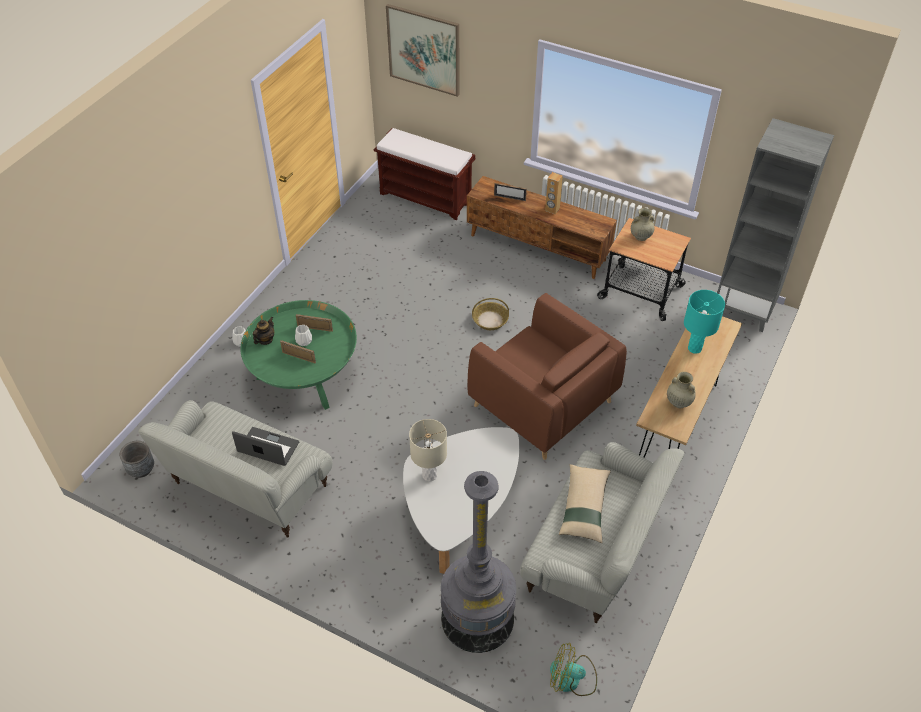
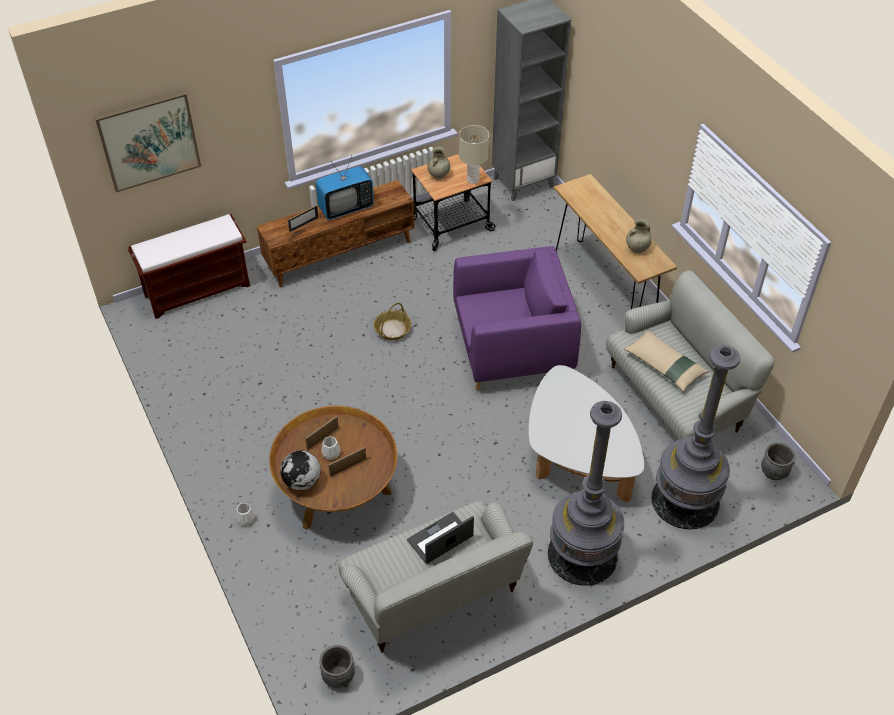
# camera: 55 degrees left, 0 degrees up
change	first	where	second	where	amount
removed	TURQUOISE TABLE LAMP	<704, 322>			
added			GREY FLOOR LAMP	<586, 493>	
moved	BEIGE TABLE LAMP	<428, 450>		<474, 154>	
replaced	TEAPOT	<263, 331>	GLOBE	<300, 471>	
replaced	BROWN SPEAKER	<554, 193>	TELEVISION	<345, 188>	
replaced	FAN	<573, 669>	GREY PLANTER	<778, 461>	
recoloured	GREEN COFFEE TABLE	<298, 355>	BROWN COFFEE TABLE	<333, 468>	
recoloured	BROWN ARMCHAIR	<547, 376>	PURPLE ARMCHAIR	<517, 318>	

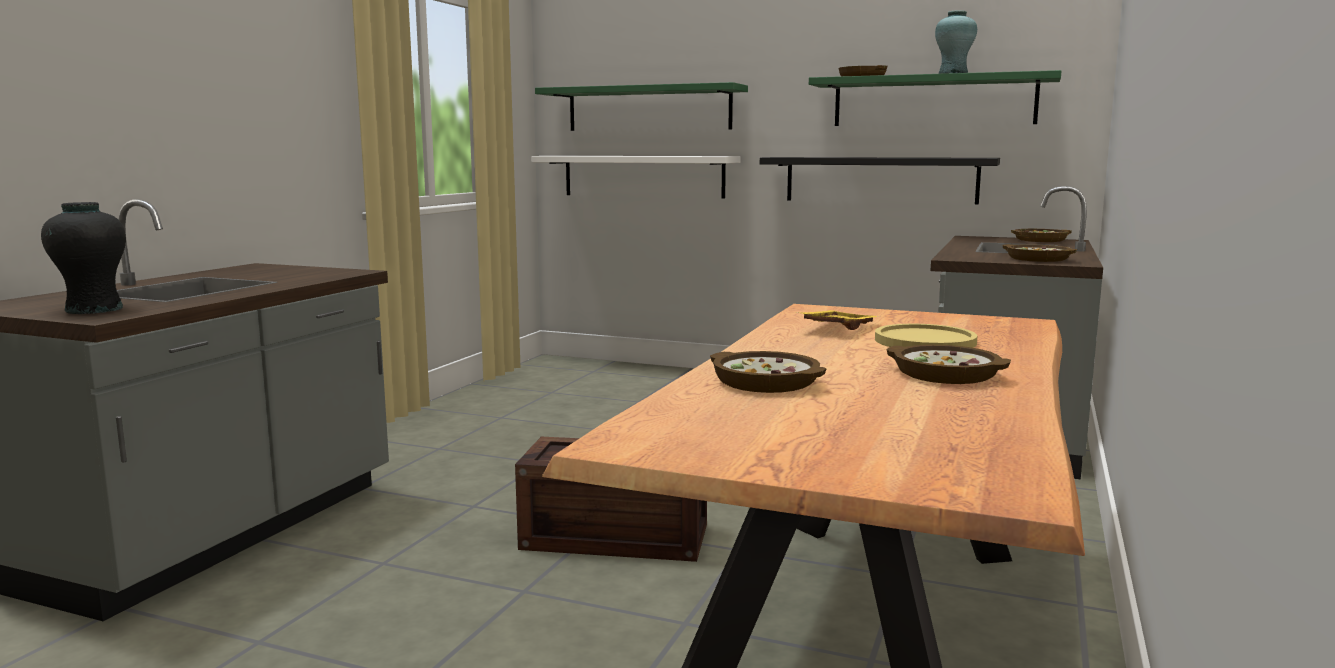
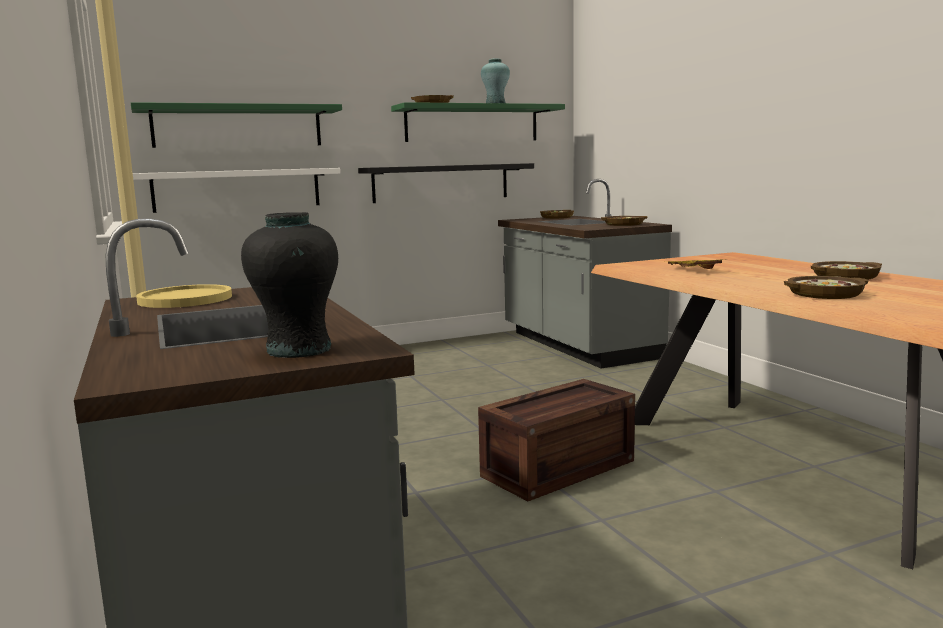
# camera: 45 degrees left, 0 degrees up
change	first	where	second	where	amount
moved	YELLOW PLATE	<926, 336>		<184, 296>	

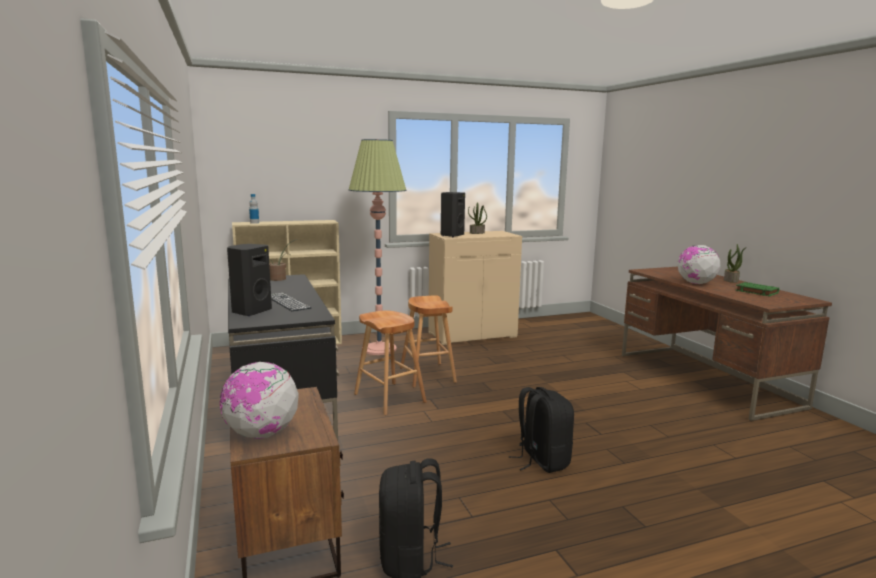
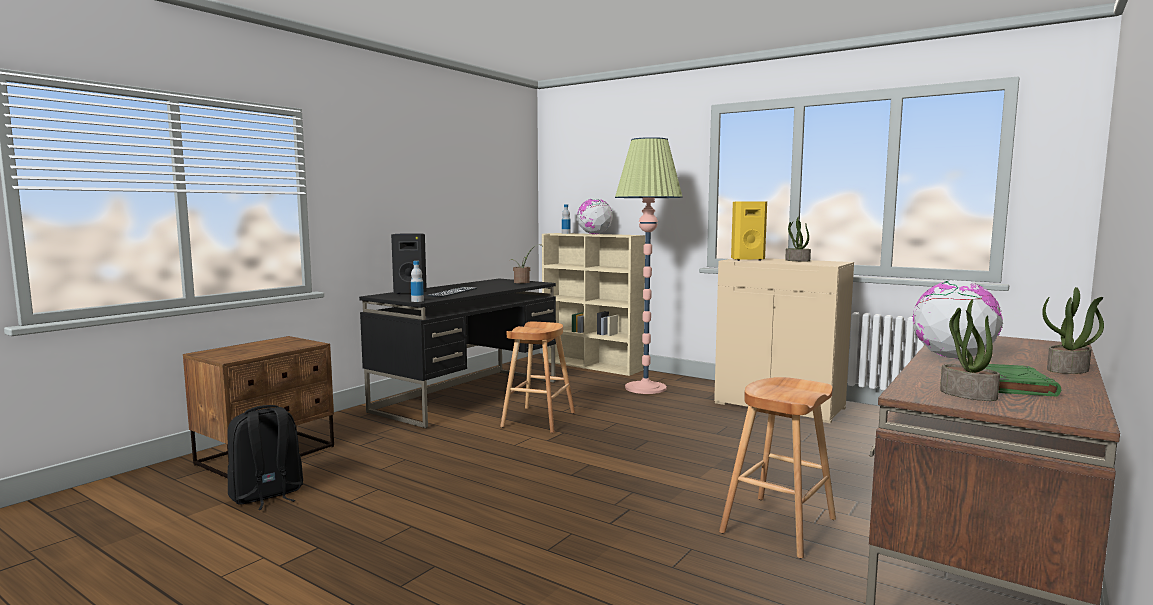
# camera: 55 degrees right, 5 degrees down
change	first	where	second	where	amount
removed	BLACK BACKPACK	<541, 430>			
added			BOTTLE	<417, 281>	
added			POTTED PLANT	<970, 350>	
moved	GLOBE	<259, 400>		<595, 216>	
moved	BROWN STOOL	<428, 341>		<777, 467>	
recoloured	BLACK SPEAKER	<453, 214>	YELLOW SPEAKER	<749, 231>	

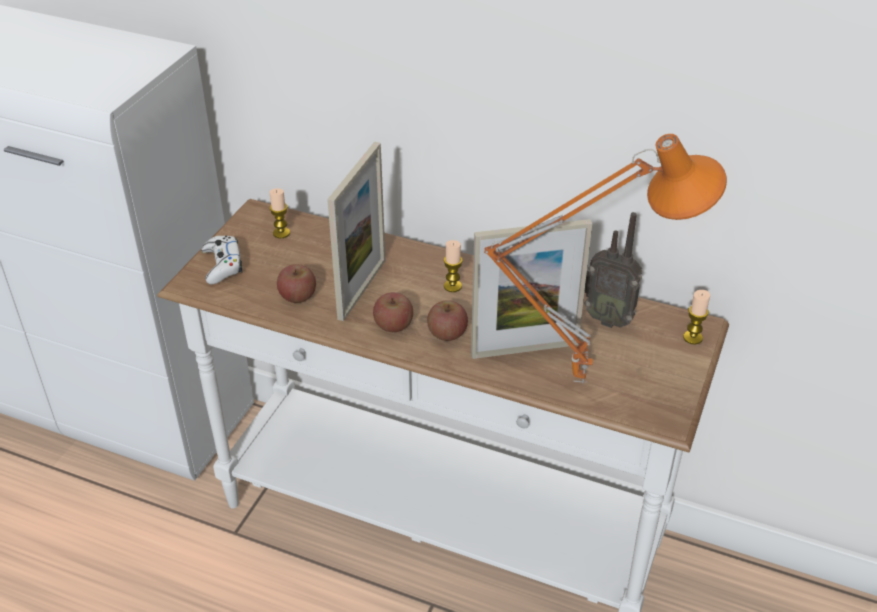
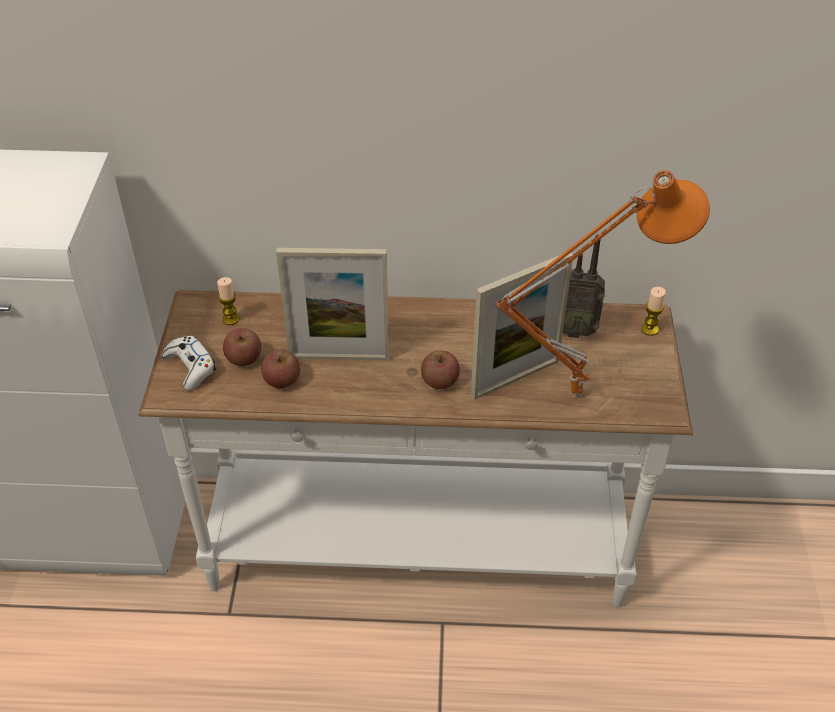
# camera: 20 degrees left, 5 degrees up
change	first	where	second	where	amount
removed	CANDLE	<453, 266>			
moved	APPLE	<393, 312>		<242, 347>	
turned	PICTURE FRAME	<356, 231>		<332, 304>	90 degrees clockwise

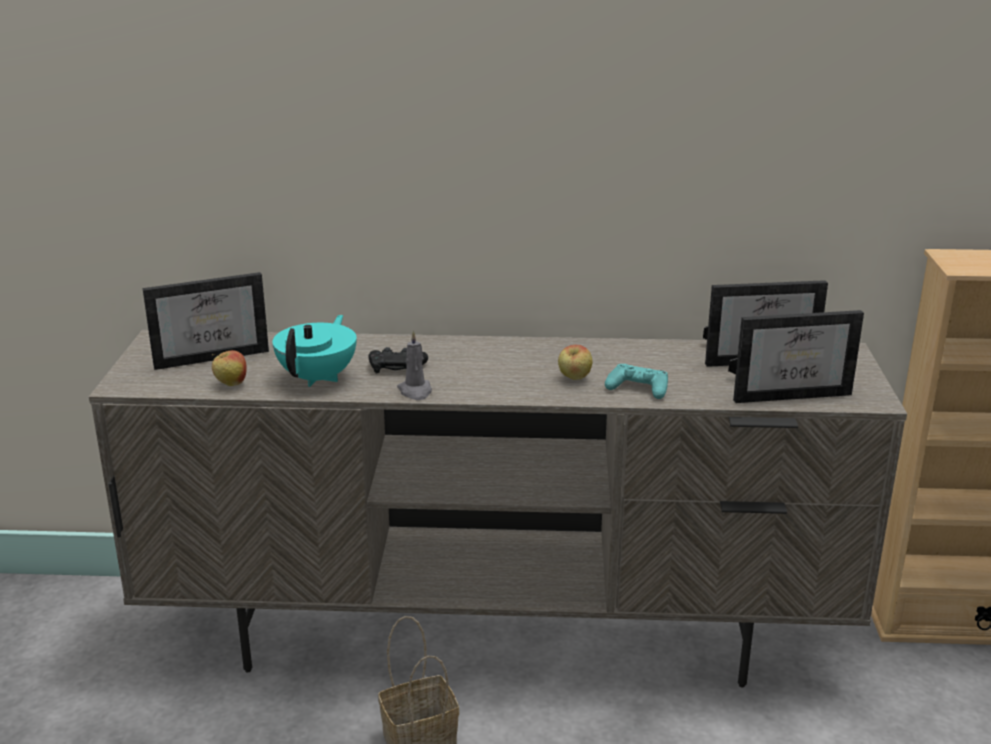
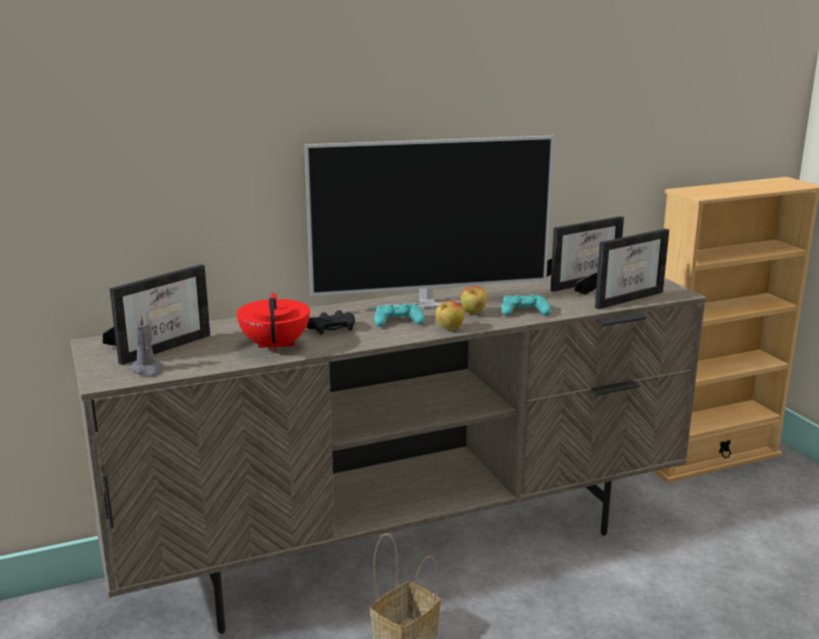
# camera: 25 degrees left, 5 degrees down
change	first	where	second	where	amount
added			TELEVISION	<429, 222>	
added			TURQUOISE GAME CONTROLLER	<399, 315>	
moved	APPLE	<229, 368>		<449, 315>	
moved	GREY CANDLE	<414, 365>		<146, 344>	
recoloured	TURQUOISE TEAPOT	<314, 351>	RED TEAPOT	<273, 323>	

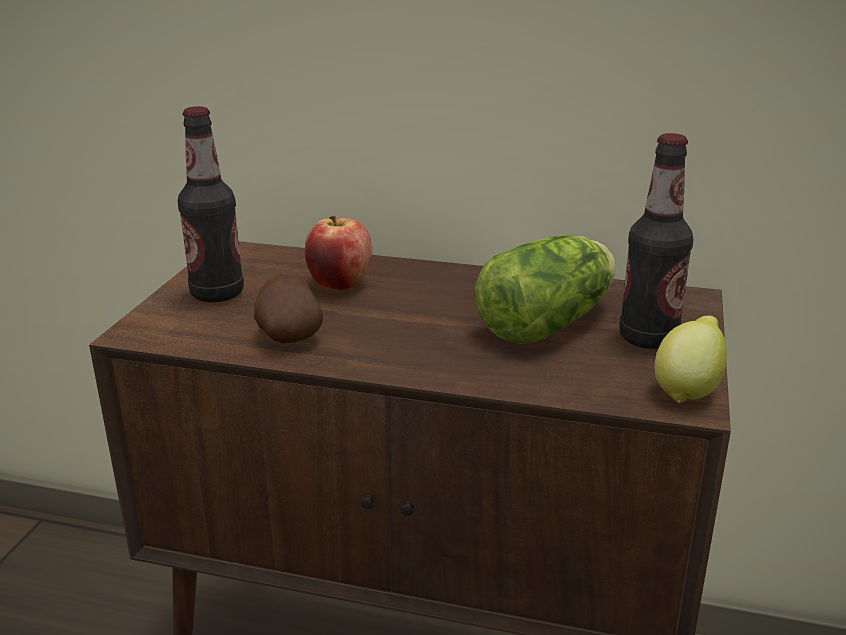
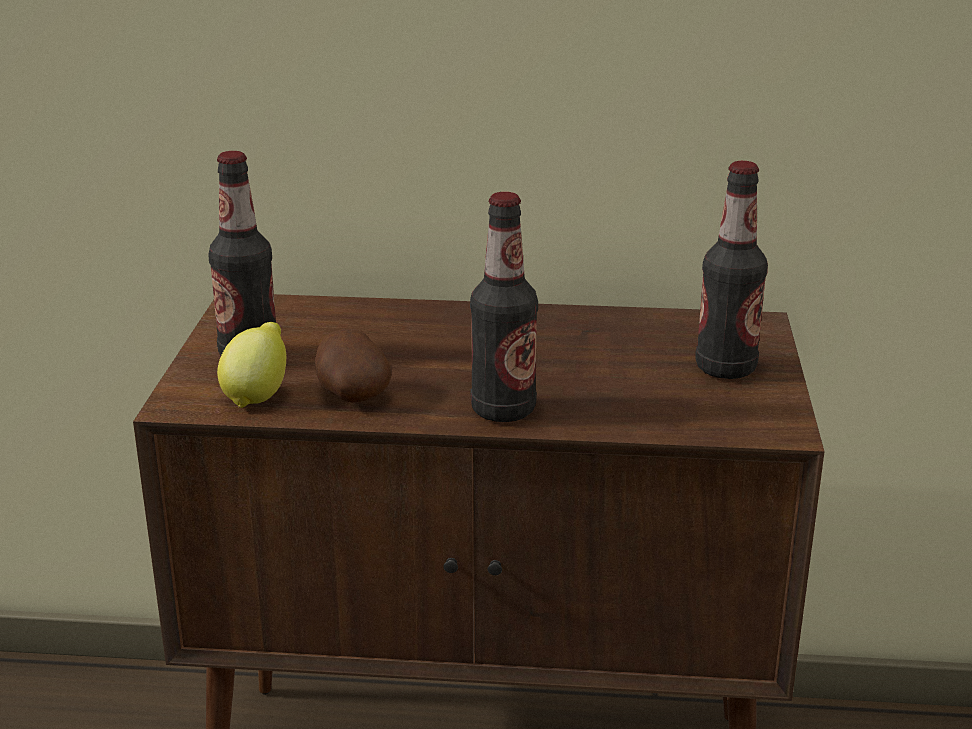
# camera: 10 degrees left, 0 degrees up
change	first	where	second	where	amount
removed	APPLE	<338, 253>			
removed	LETTUCE	<545, 289>			
added			BOTTLE	<504, 307>	
moved	LEMON	<690, 359>		<251, 365>	

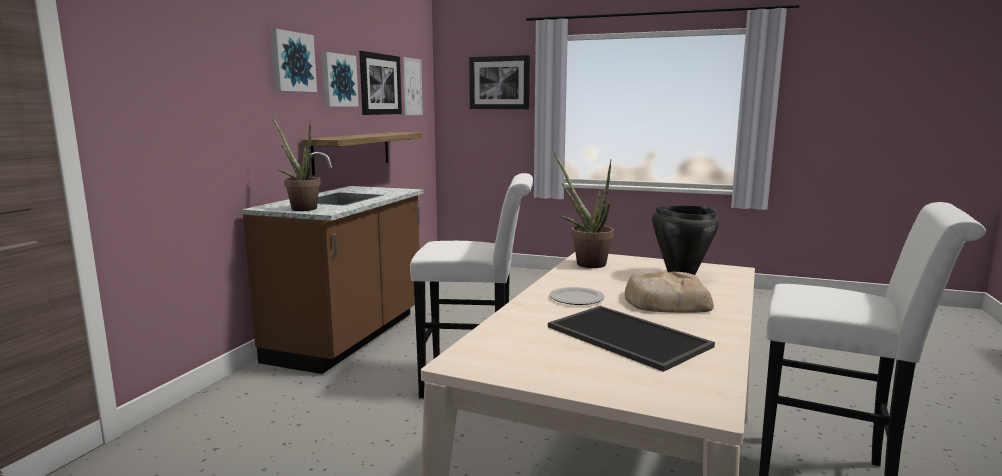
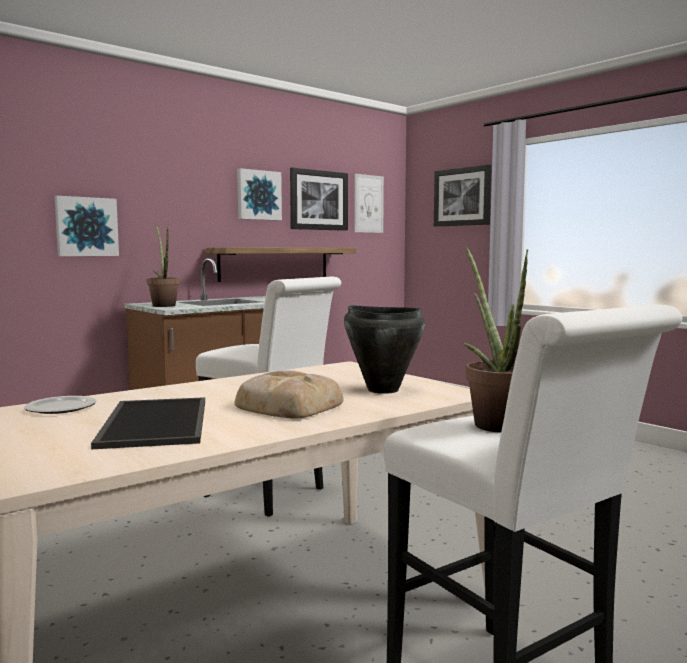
# camera: 30 degrees right, 5 degrees down
change	first	where	second	where	amount
moved	PICTURE	<293, 60>		<87, 226>	
moved	PLATE	<577, 296>		<60, 405>	
moved	POTTED PLANT	<584, 210>		<495, 339>	

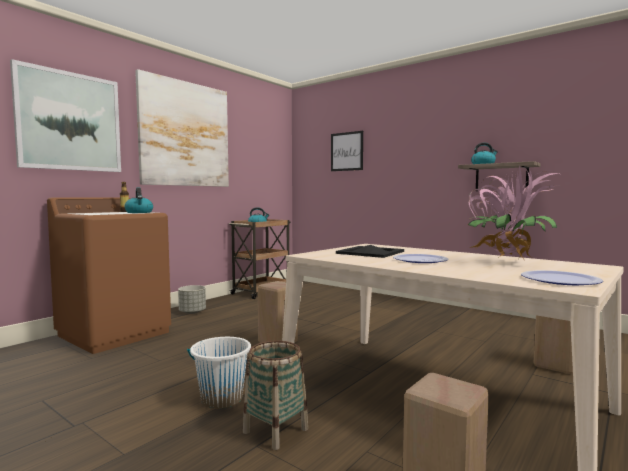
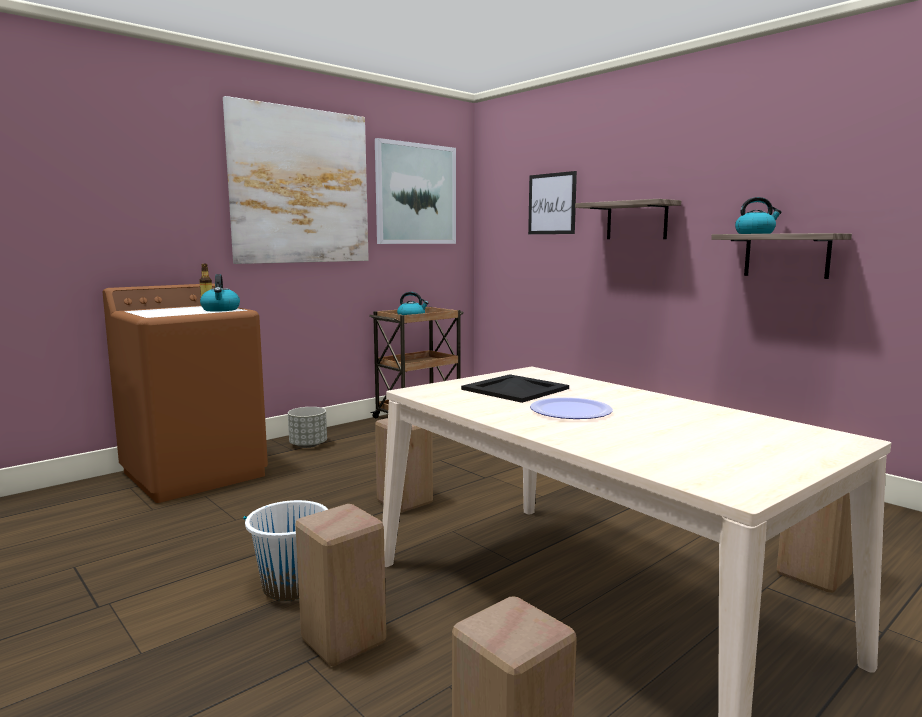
# camera: 10 degrees right, 5 degrees up
change	first	where	second	where	amount
removed	POTTED PLANT	<514, 212>			
removed	PLATE	<562, 277>			
added			SHELF	<628, 219>	
moved	PICTURE	<65, 115>		<415, 191>	
replaced	BASKET	<275, 395>	BEIGE STOOL	<340, 585>	

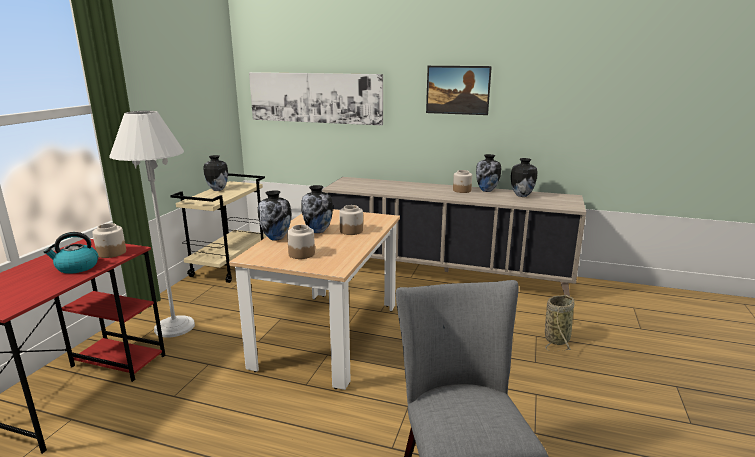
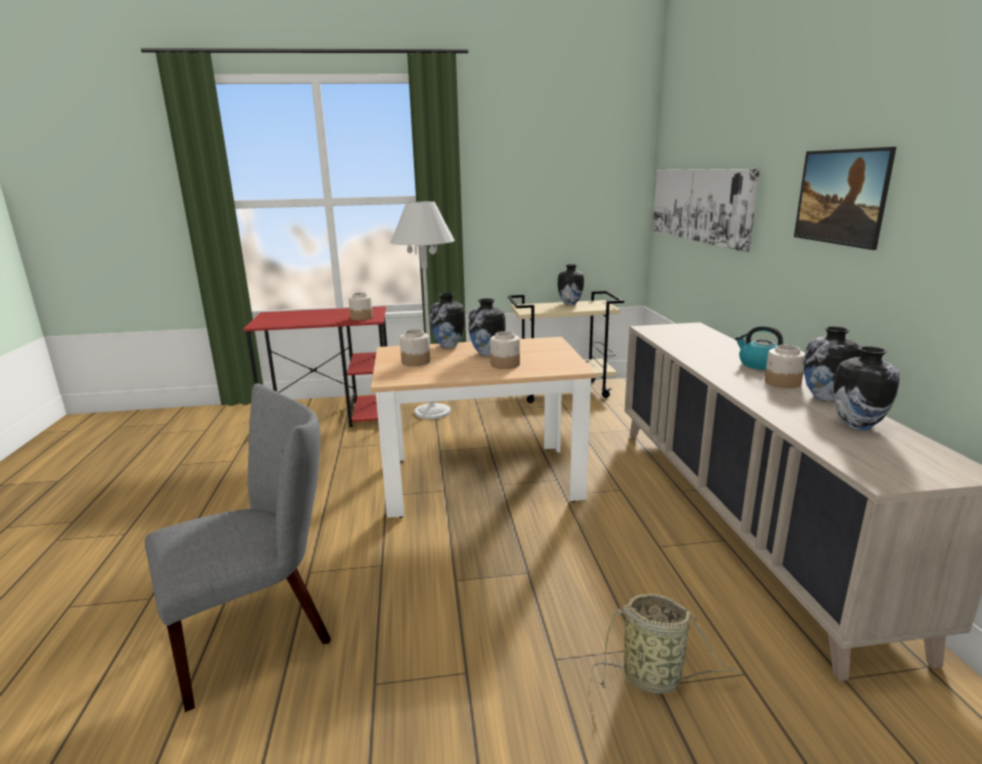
# camera: 65 degrees right, 0 degrees up
change	first	where	second	where	amount
moved	KETTLE	<70, 253>		<759, 347>	

